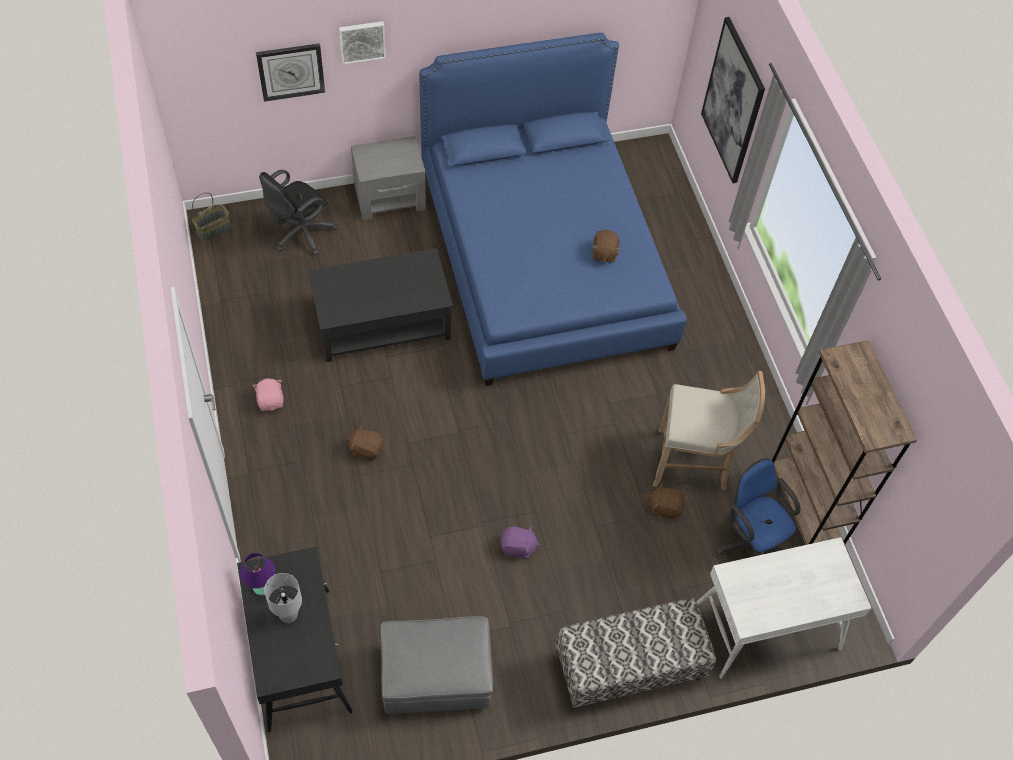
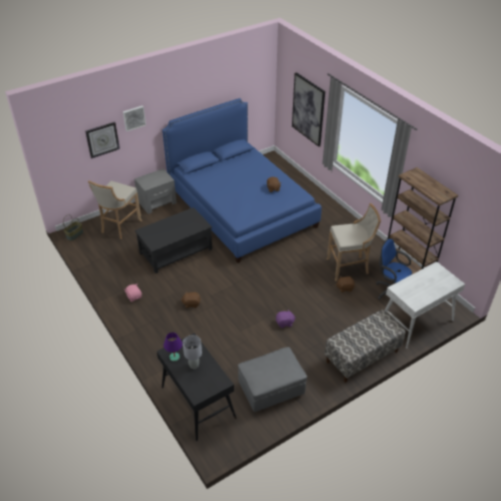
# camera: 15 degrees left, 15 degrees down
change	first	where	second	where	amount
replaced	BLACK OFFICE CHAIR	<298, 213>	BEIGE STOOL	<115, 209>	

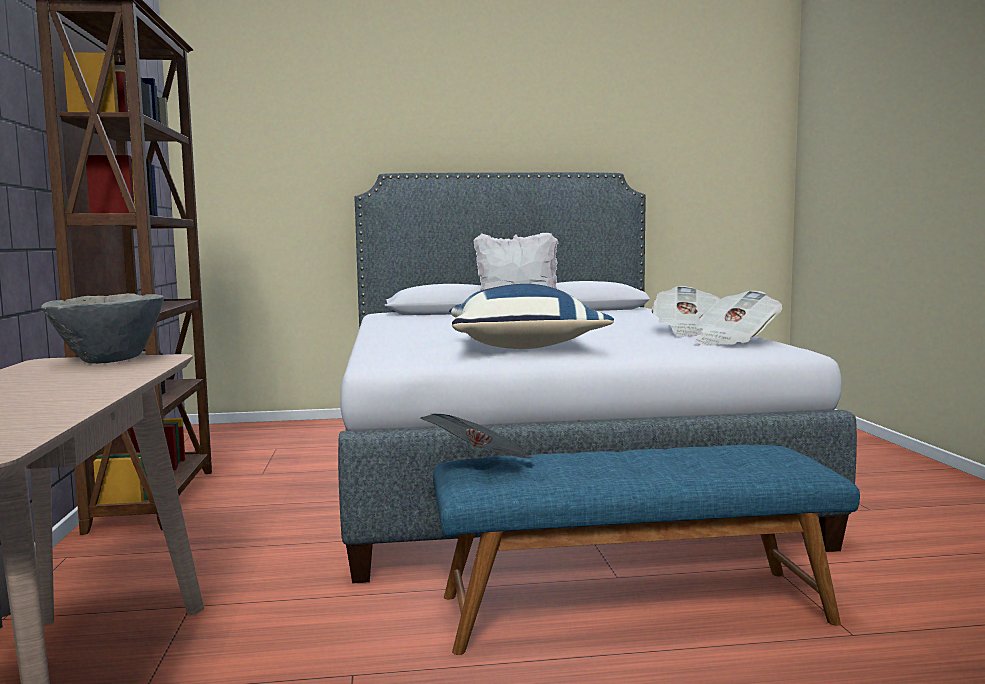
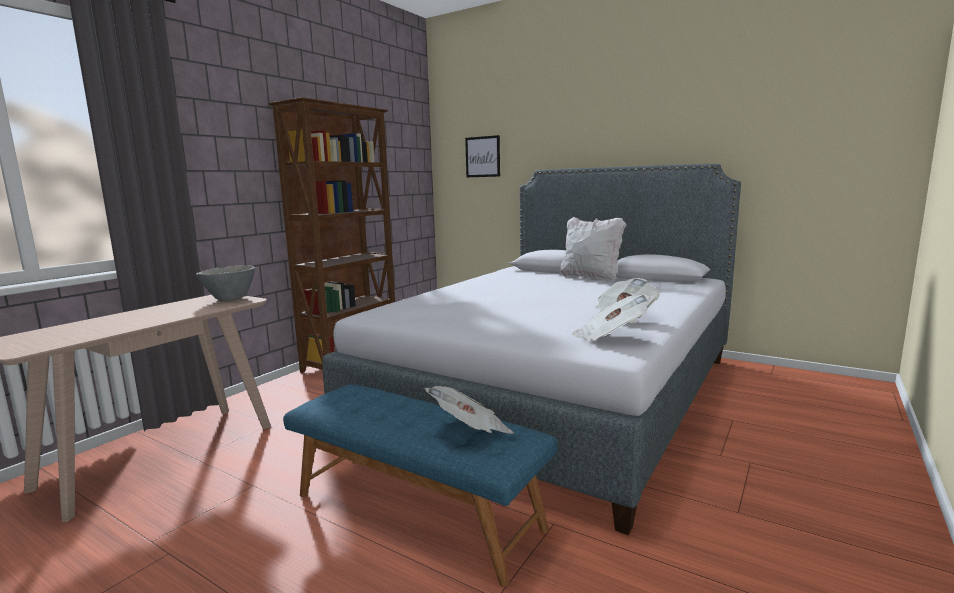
# camera: 40 degrees right, 5 degrees up
change	first	where	second	where	amount
removed	BLUE PILLOW	<531, 316>			
added			PICTURE	<482, 156>	
moved	NEWSPAPER	<477, 436>		<469, 410>	

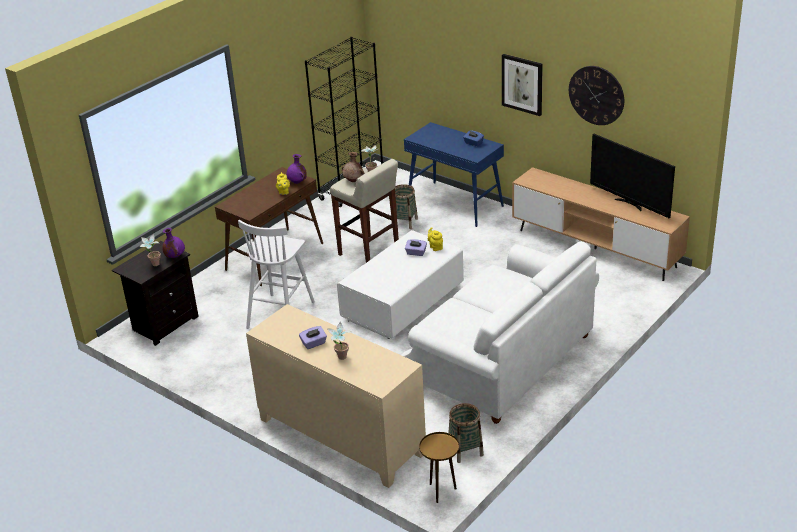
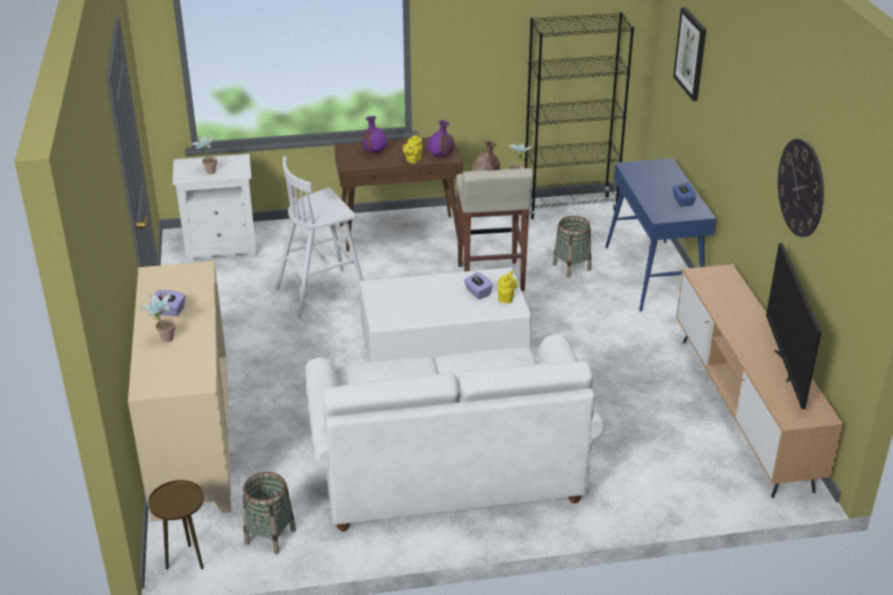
# camera: 40 degrees right, 0 degrees up
change	first	where	second	where	amount
moved	PURPLE VASE	<173, 243>		<375, 134>	
moved	PICTURE	<522, 85>		<689, 54>	
recoloured	BLACK NIGHTSTAND	<155, 293>	WHITE NIGHTSTAND	<215, 208>	

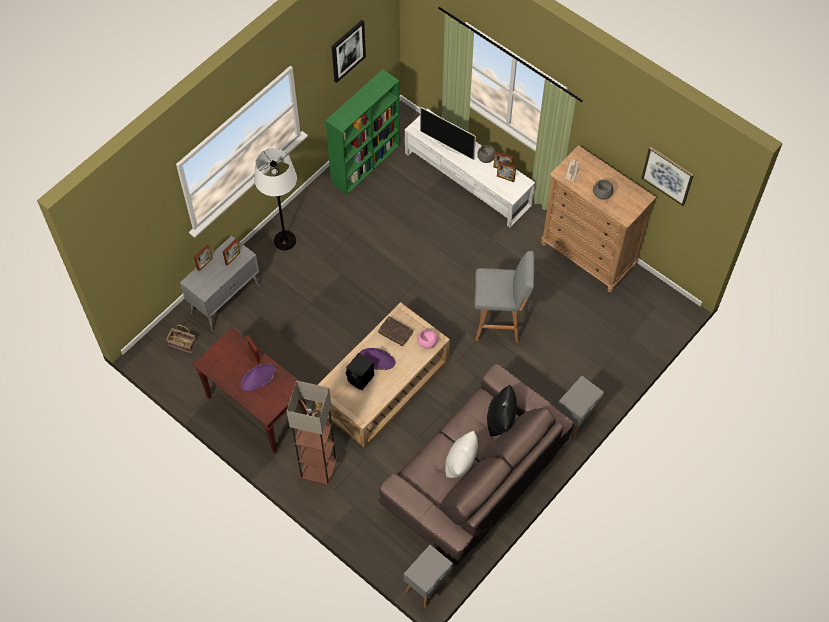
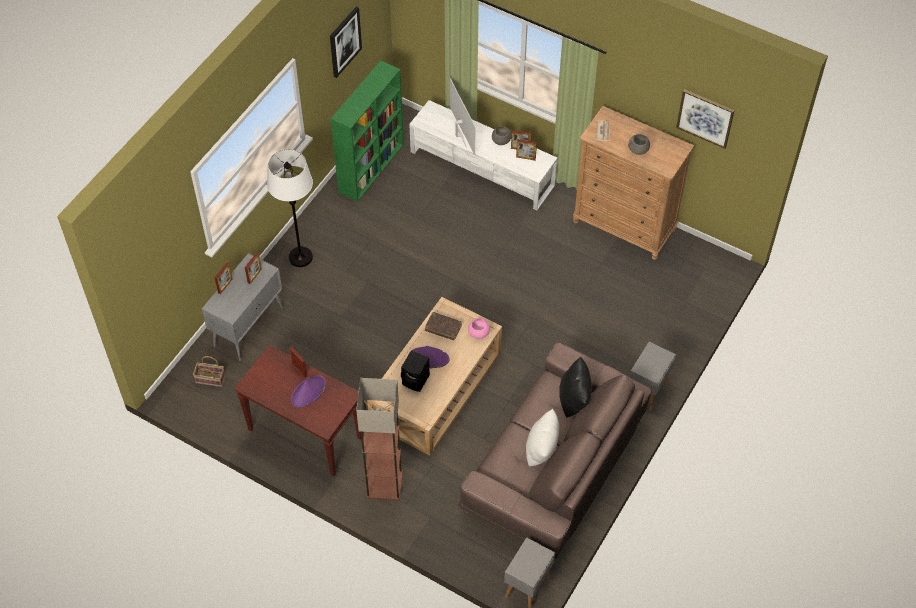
# camera: 10 degrees left, 5 degrees down
change	first	where	second	where	amount
removed	GREY STOOL	<504, 297>			
turned	TELEVISION	<448, 133>		<462, 116>	135 degrees counterclockwise

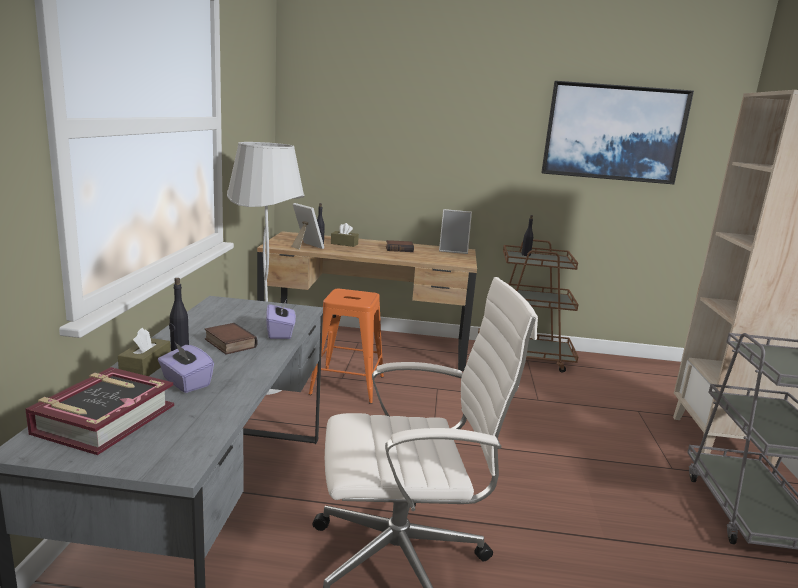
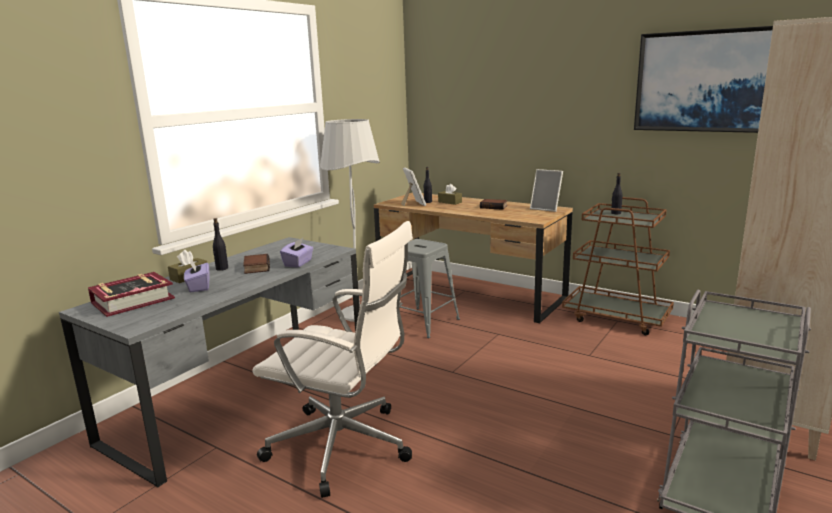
# camera: 30 degrees right, 0 degrees up
change	first	where	second	where	amount
recoloured	ORANGE STOOL	<346, 346>	GREY STOOL	<430, 288>	

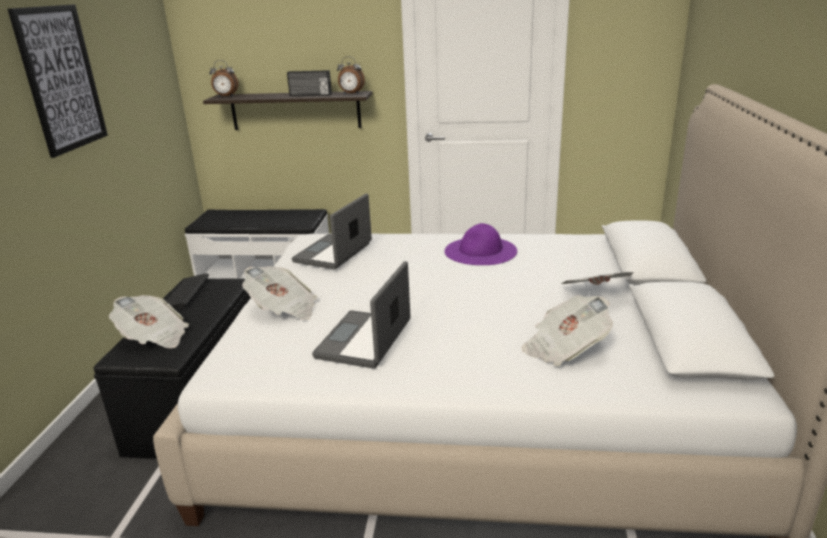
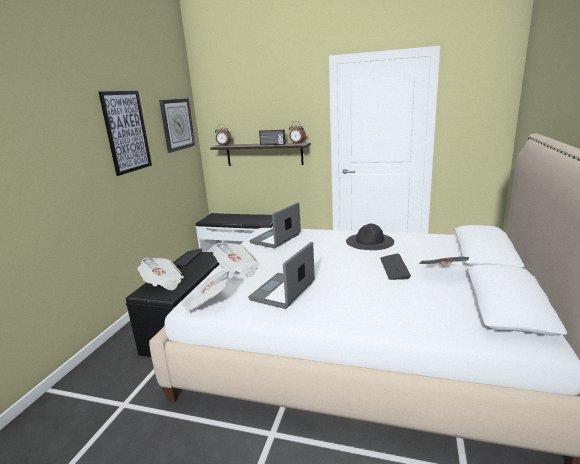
# camera: 10 degrees right, 5 degrees down
change	first	where	second	where	amount
added			WALL CLOCK	<177, 125>	
added			KEYBOARD	<395, 266>	
moved	NEWSPAPER	<567, 330>		<206, 291>	
recoloured	PURPLE HAT	<480, 244>	BLACK HAT	<370, 236>	

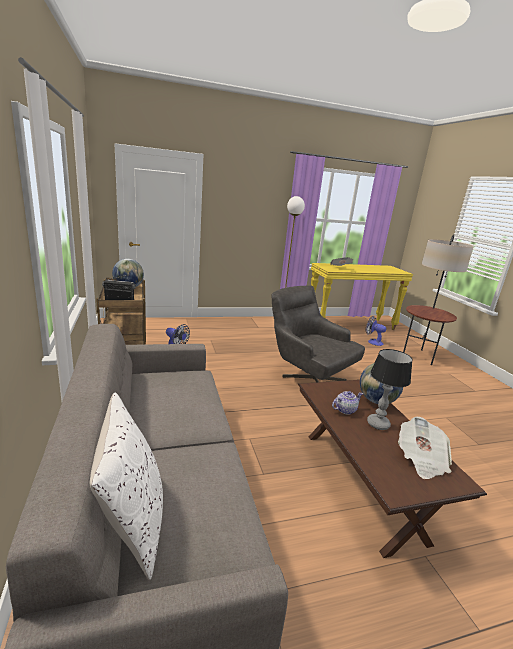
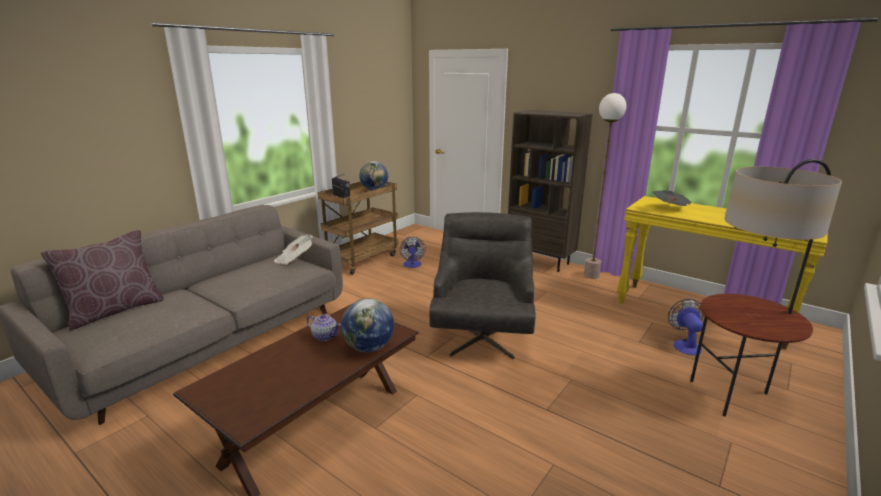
# camera: 55 degrees right, 0 degrees up
change	first	where	second	where	amount
removed	TABLE LAMP	<390, 389>			
added			BROWN BOOKCASE	<550, 191>	
moved	NEWSPAPER	<425, 447>		<293, 250>	
recoloured	WHITE PILLOW	<126, 486>	BROWN PILLOW	<102, 280>	

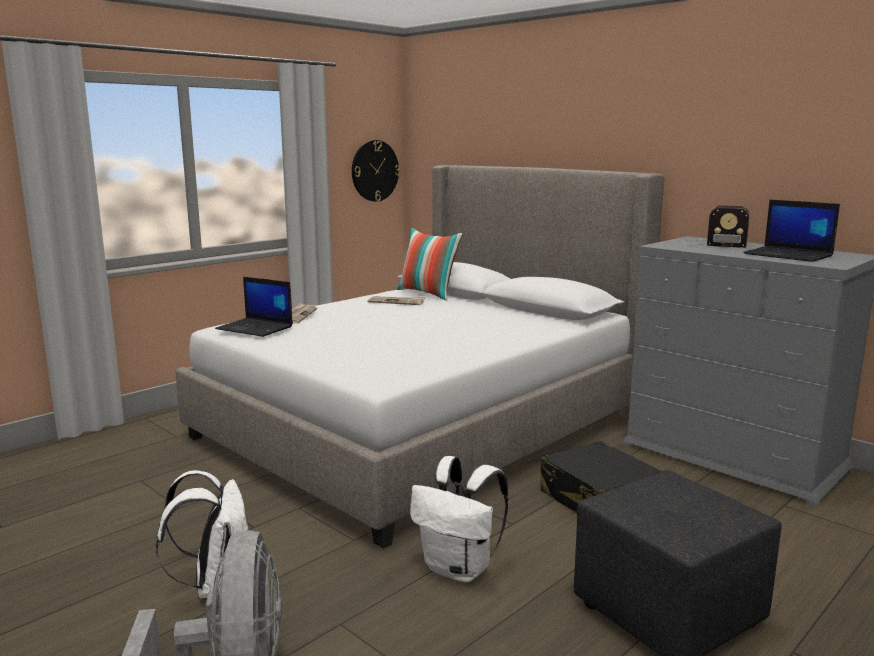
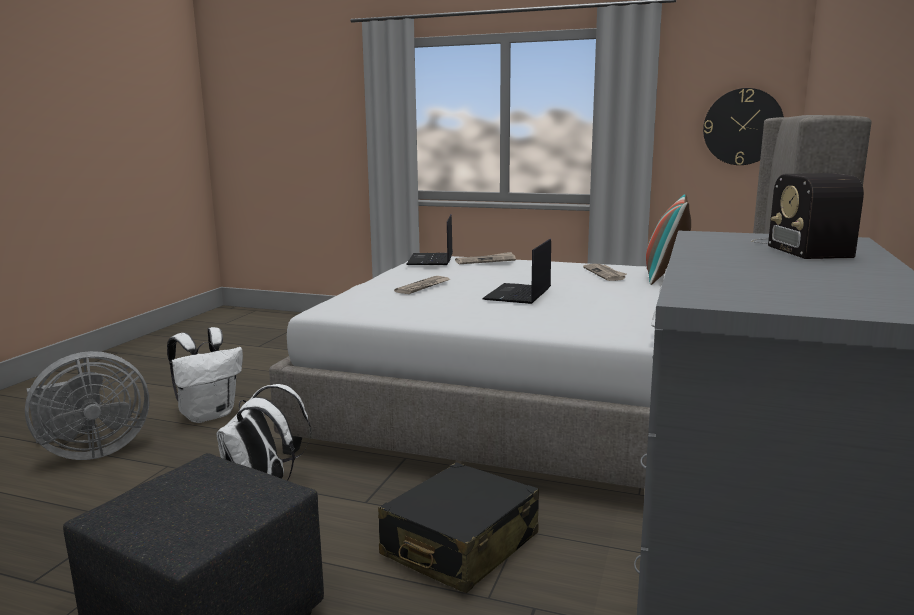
# camera: 65 degrees right, 0 degrees up
change	first	where	second	where	amount
added			NEWSPAPER	<422, 285>	
moved	LAPTOP	<791, 231>		<516, 271>	

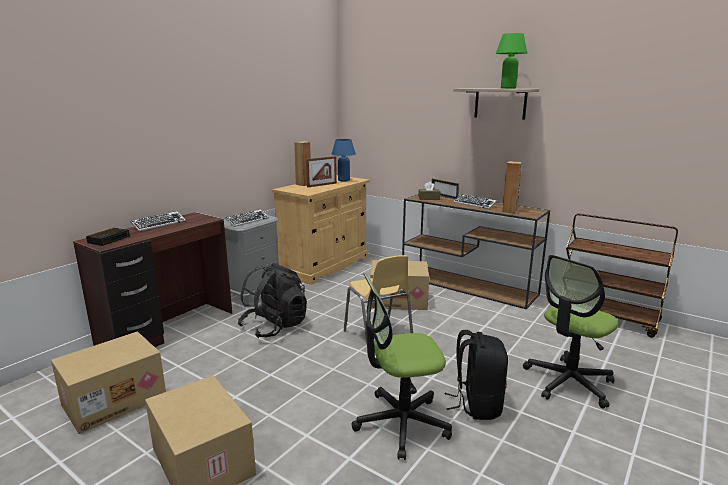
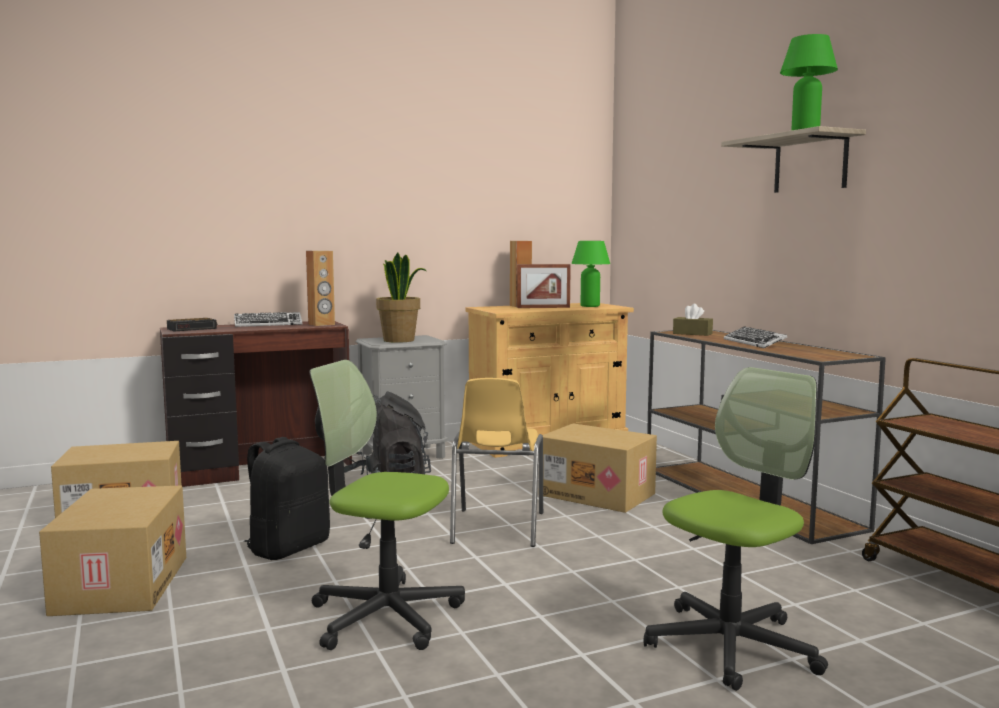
# camera: 30 degrees right, 10 degrees down
change	first	where	second	where	amount
removed	PICTURE FRAME	<445, 189>			
moved	BLACK BACKPACK	<476, 375>		<287, 498>	
moved	BROWN SPEAKER	<512, 187>		<320, 288>	
replaced	KEYBOARD	<247, 218>	POTTED PLANT	<401, 298>	
recoloured	BLUE TABLE LAMP	<344, 160>	GREEN TABLE LAMP	<590, 274>	
turned	OFFICE CHAIR	<571, 332>		<735, 529>	150 degrees clockwise

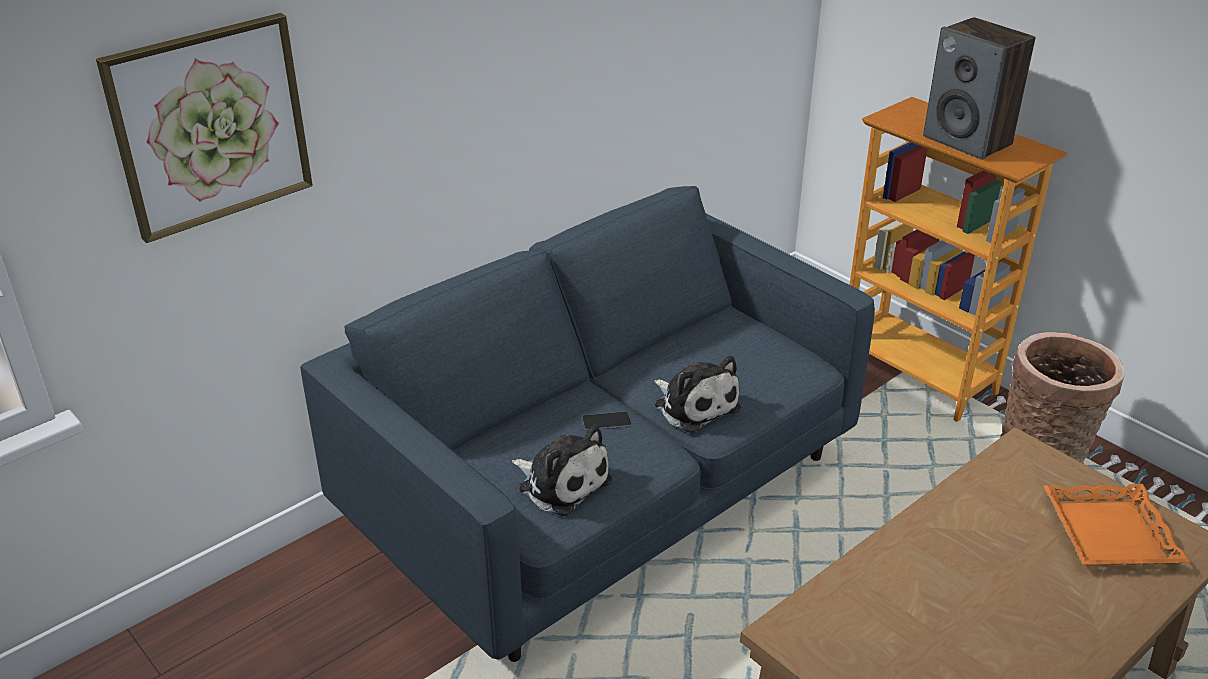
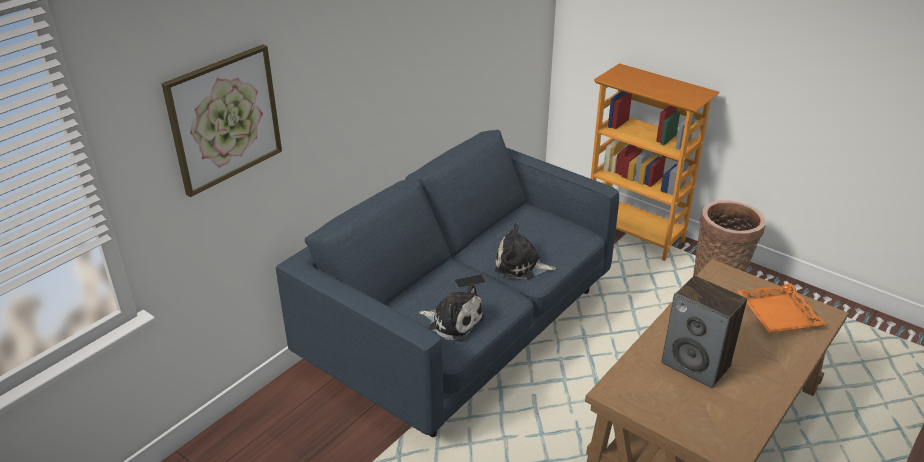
# camera: 10 degrees left, 0 degrees up
change	first	where	second	where	amount
moved	SPEAKER	<979, 88>		<704, 332>	
turned	PLUSH TOY	<697, 394>		<525, 251>	150 degrees clockwise

